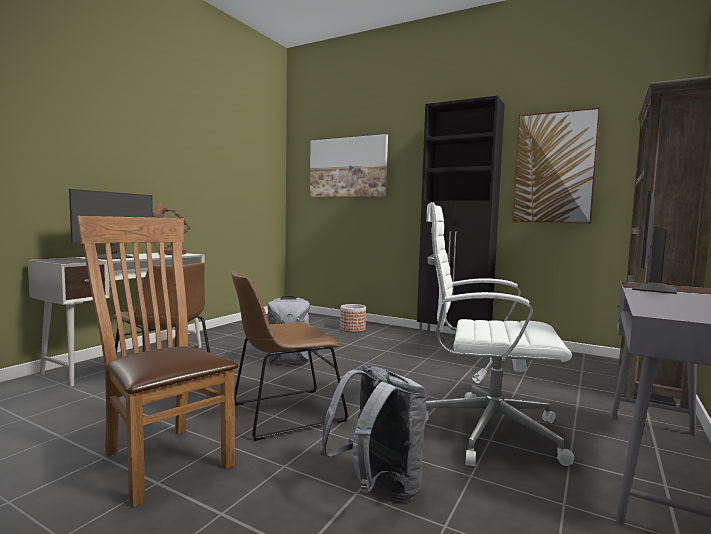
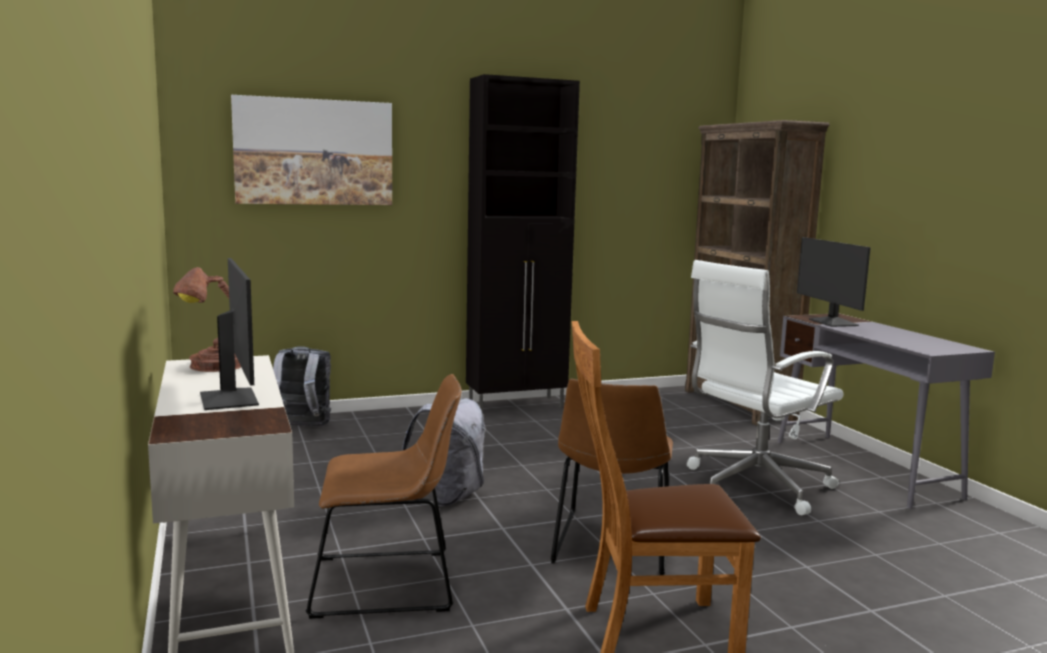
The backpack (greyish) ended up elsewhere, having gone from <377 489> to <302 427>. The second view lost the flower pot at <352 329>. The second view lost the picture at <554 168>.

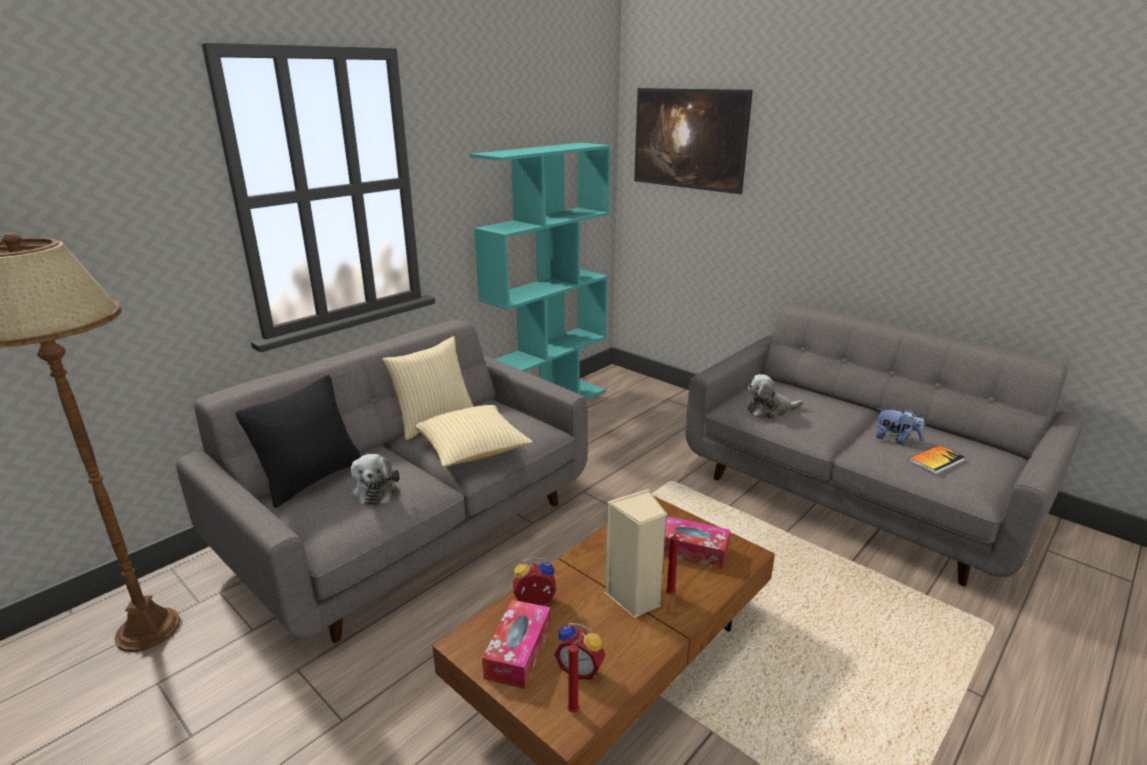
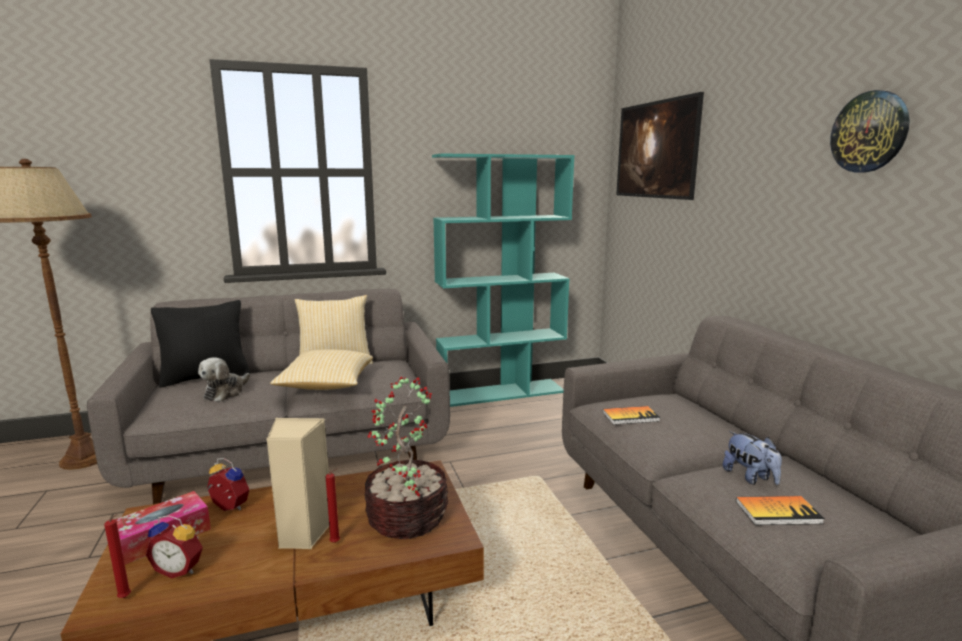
The alarm clock at <581 669> ended up facing another way, 45 degrees counterclockwise from before. Where the box of tissues stood at <692 551>, the plant in a pot came to stand at <407 516>. Where the soft toy stood at <770 410>, the volume came to stand at <630 416>. The second view gained the hanging clock at <869 132>.

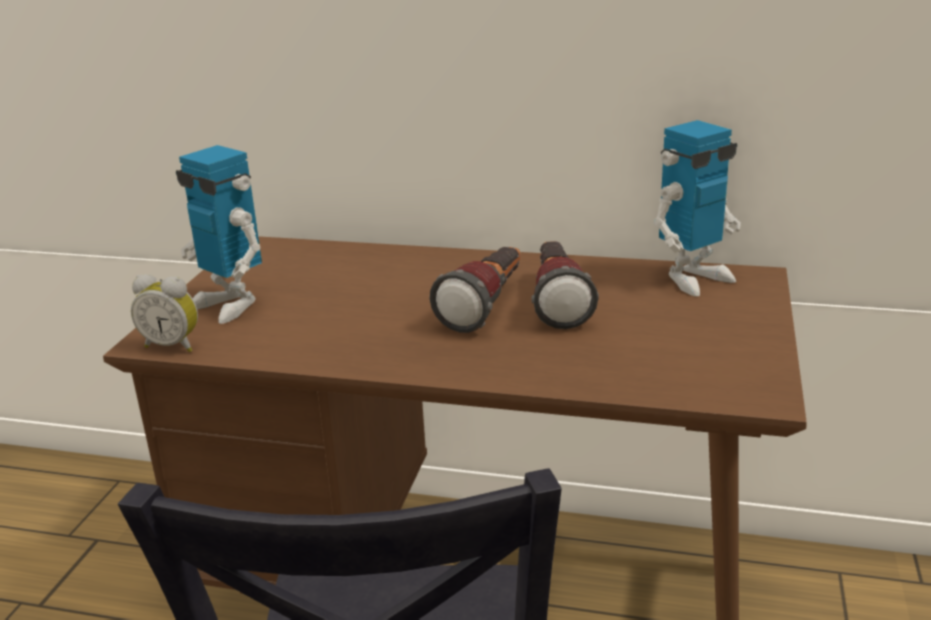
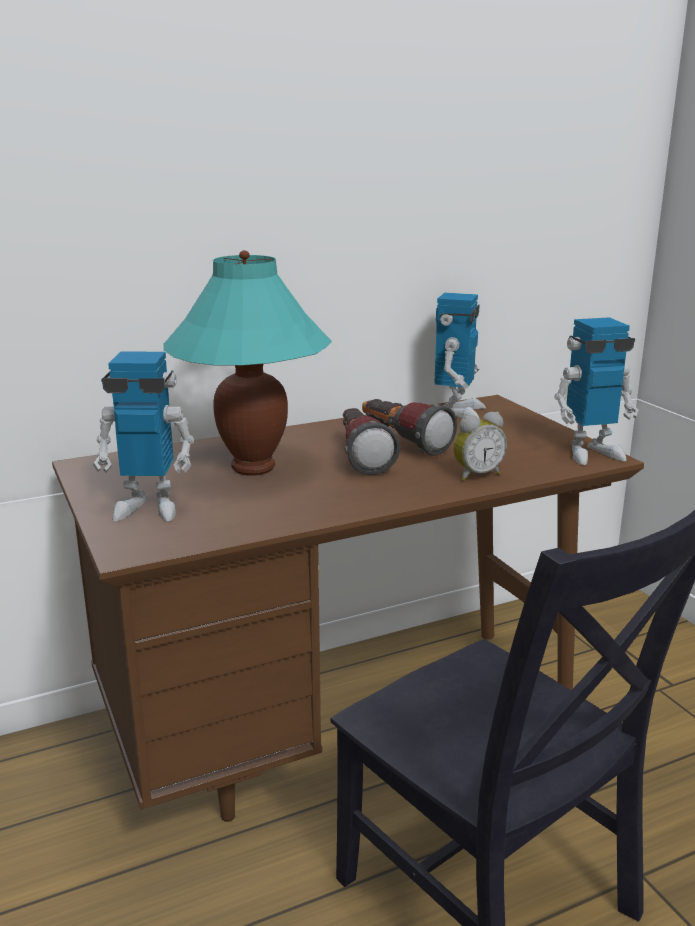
The second view gained the lamp for a table (turquoise) at <252 468>. The alarm clock ended up elsewhere, having gone from <173 345> to <476 475>. The second view gained the model robot at <591 453>.

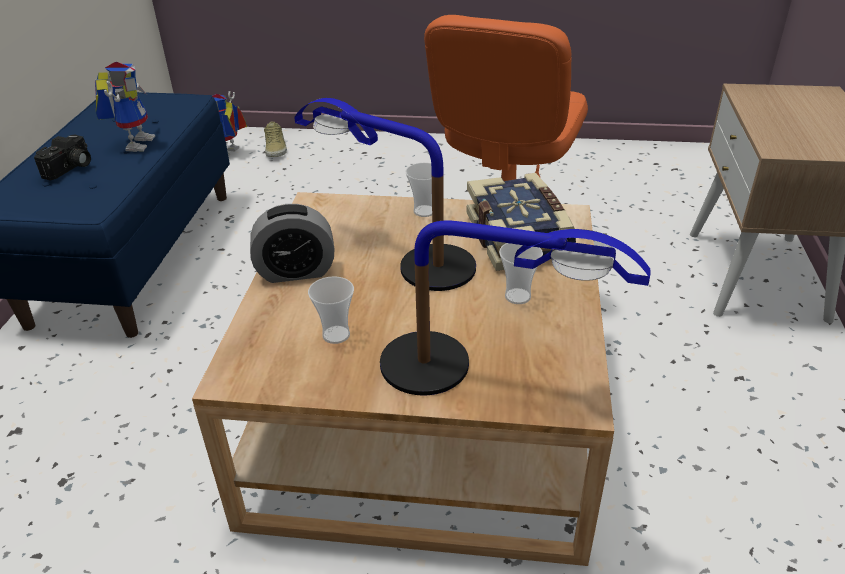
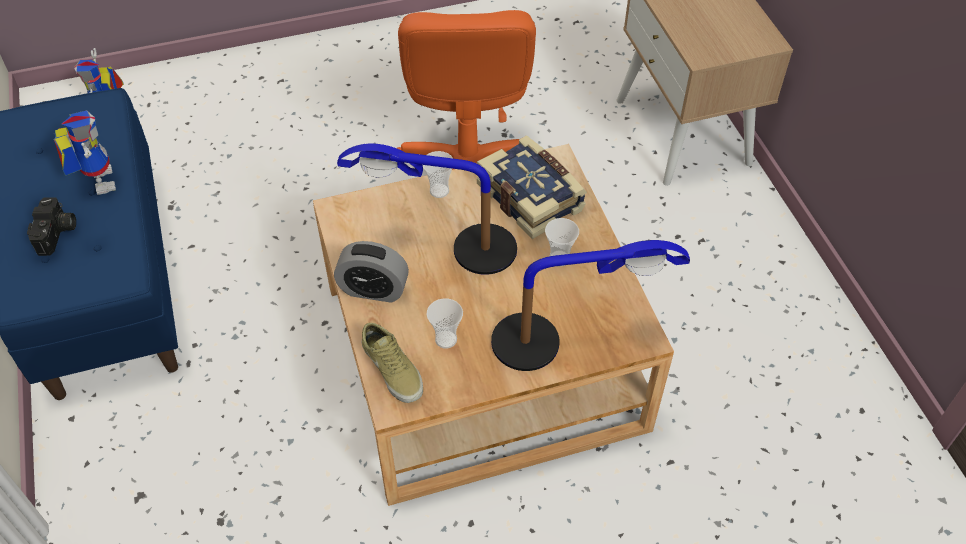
The alarm clock at <296 271> ended up facing another way, 45 degrees clockwise from before. The item of footwear (beige) ended up elsewhere, having gone from <276 148> to <394 369>.

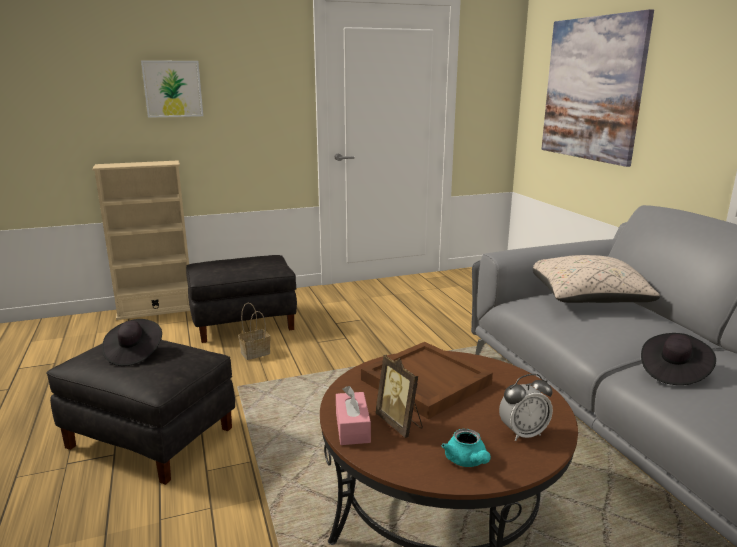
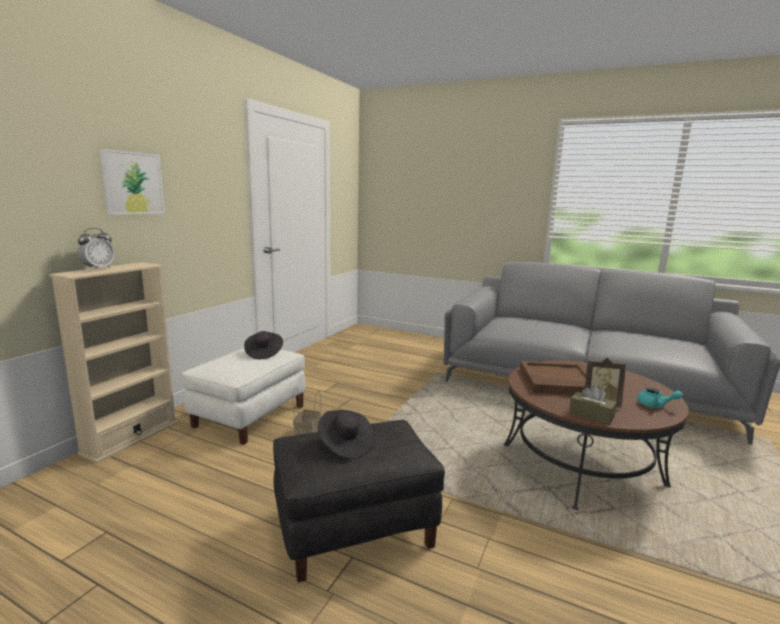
The alarm clock ended up elsewhere, having gone from <523 433> to <98 268>. What was the footrest (black) at <244 322> turned into the footrest (white-coloured) at <249 416>. The clothing hat (black) ended up elsewhere, having gone from <673 372> to <263 353>. What was the box of tissues (pink) at <352 427> turned into the box of tissues (brown-coloured) at <591 415>. The second view lost the throw pillow (beige) at <585 298>. The second view lost the picture at <592 89>.

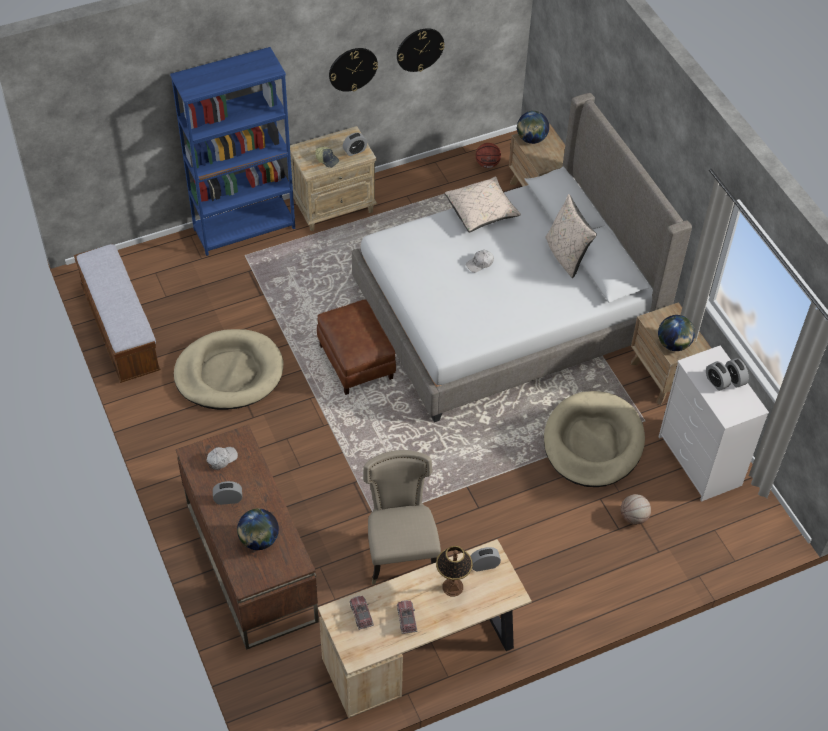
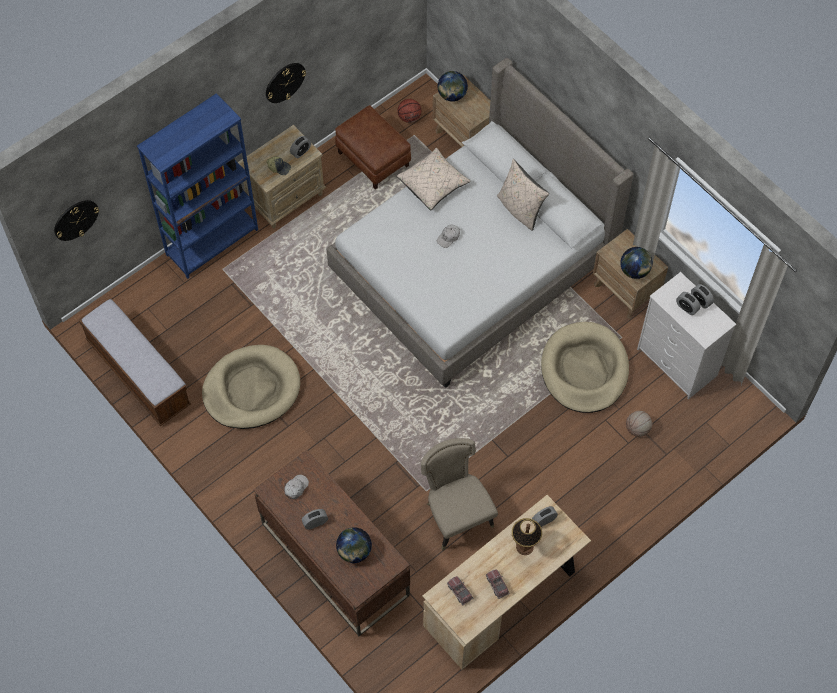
The hanging clock ended up elsewhere, having gone from <420 49> to <75 219>. The footrest (brown-coloured) ended up elsewhere, having gone from <356 362> to <374 159>.

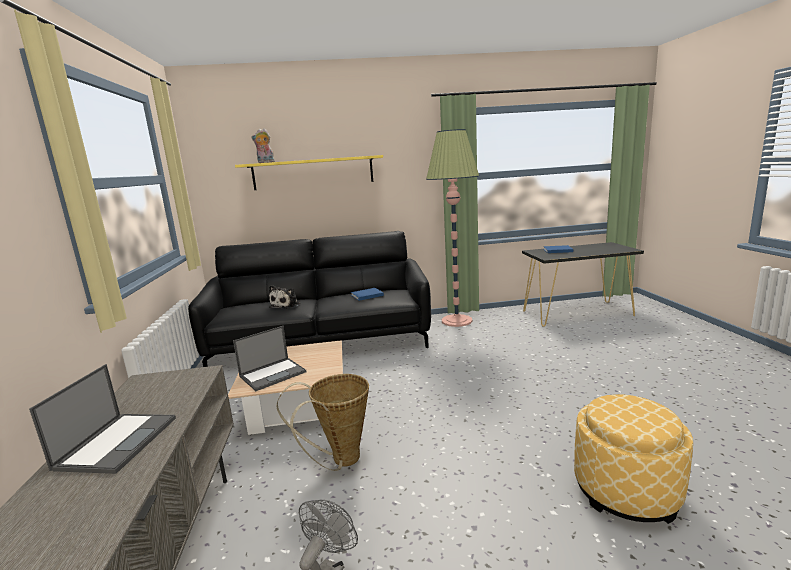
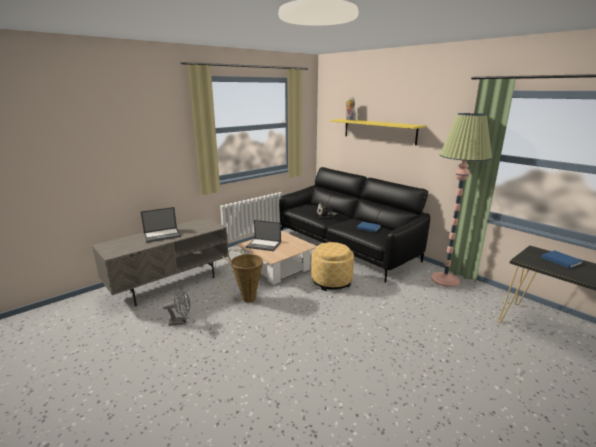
The footrest ended up elsewhere, having gone from <626 490> to <331 281>.

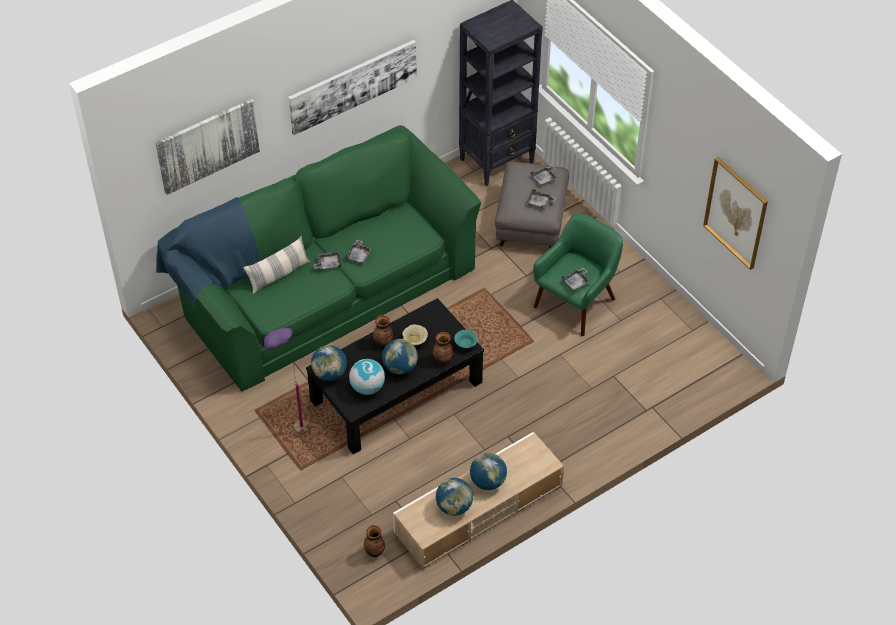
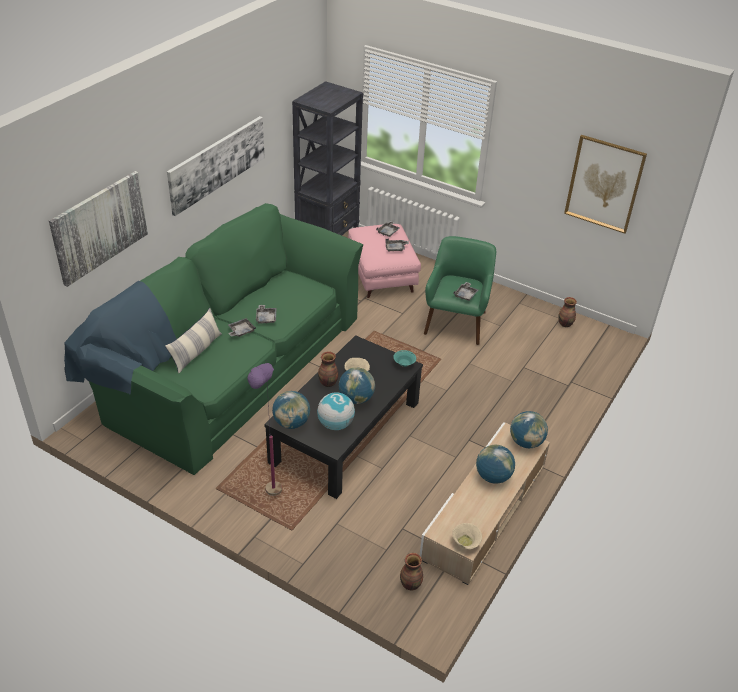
What was the footrest (greyish) at <530 222> turned into the footrest (pink) at <381 276>. The second view gained the serving bowl (beige) at <466 543>. The desk globe ended up elsewhere, having gone from <454 507> to <526 442>. The flower vase ended up elsewhere, having gone from <443 360> to <565 324>.

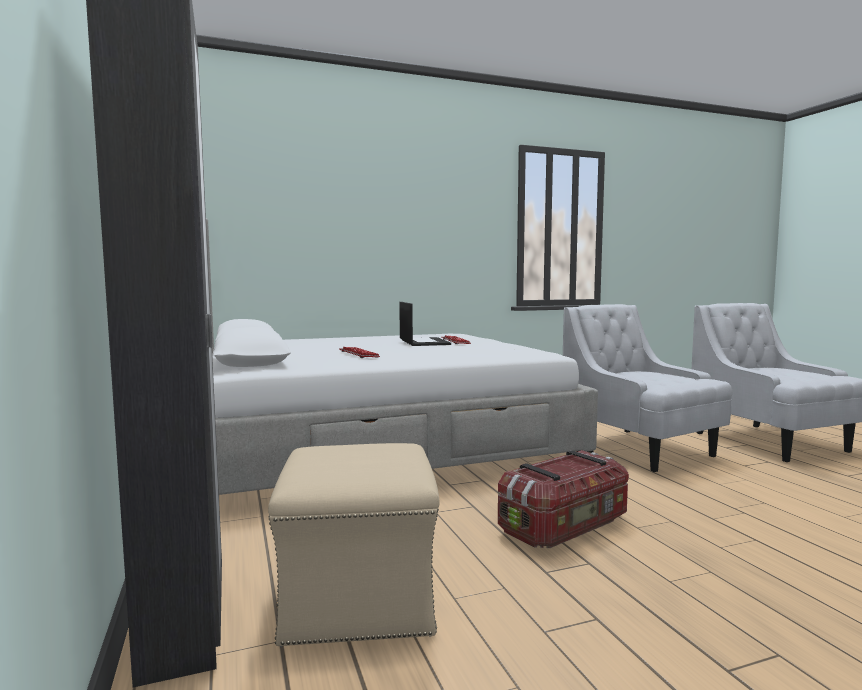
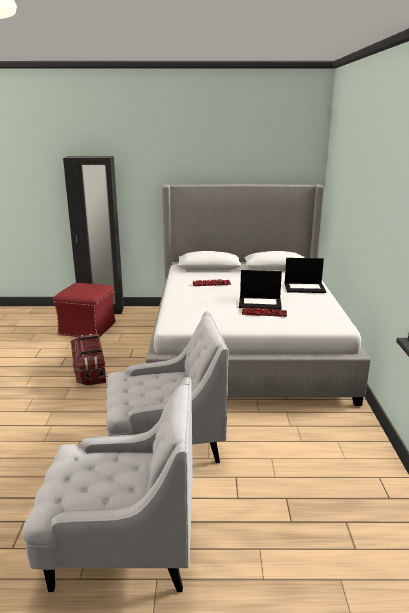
What was the footrest (beige) at <358 597> turned into the footrest (red) at <88 329>. The second view gained the laptop at <305 288>.

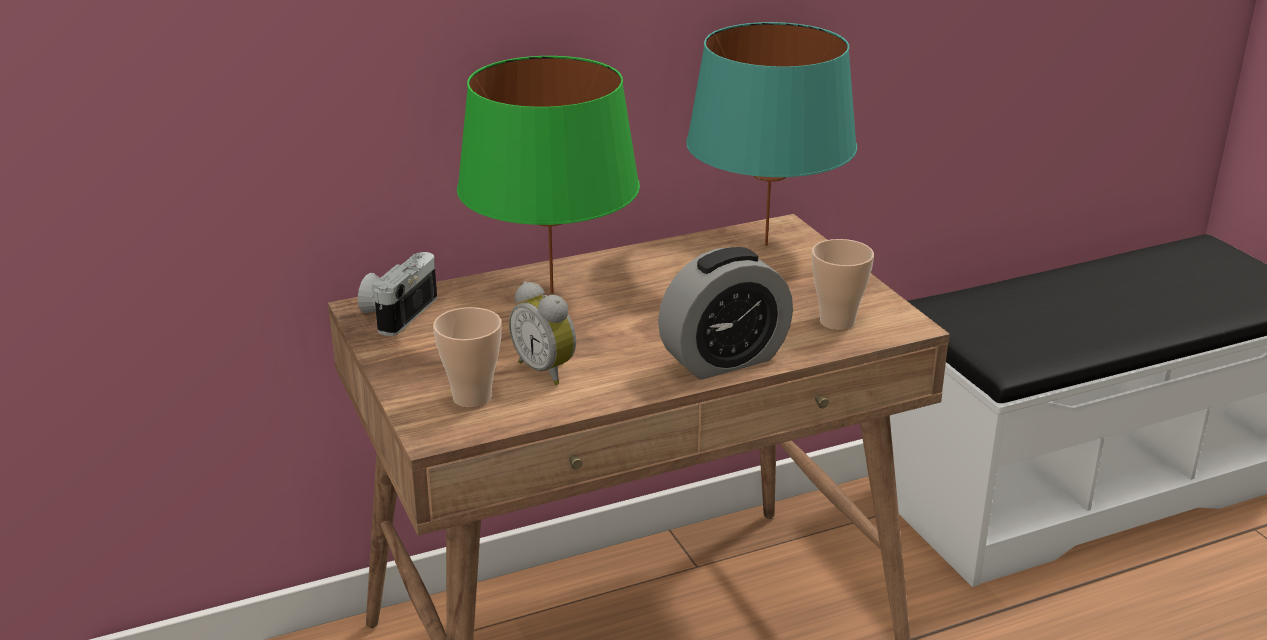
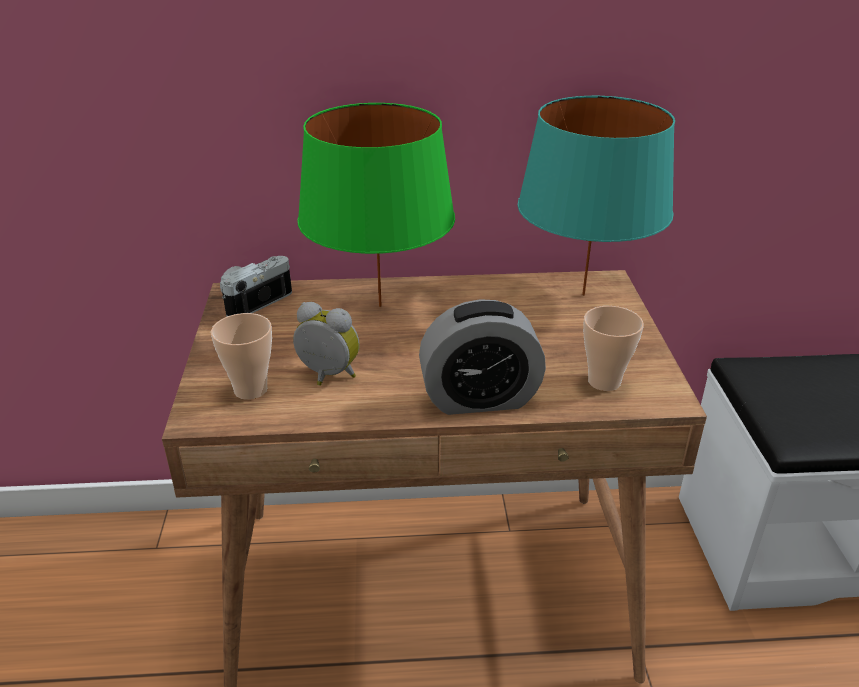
The alarm clock at <547 370> ended up facing another way, 135 degrees clockwise from before.

